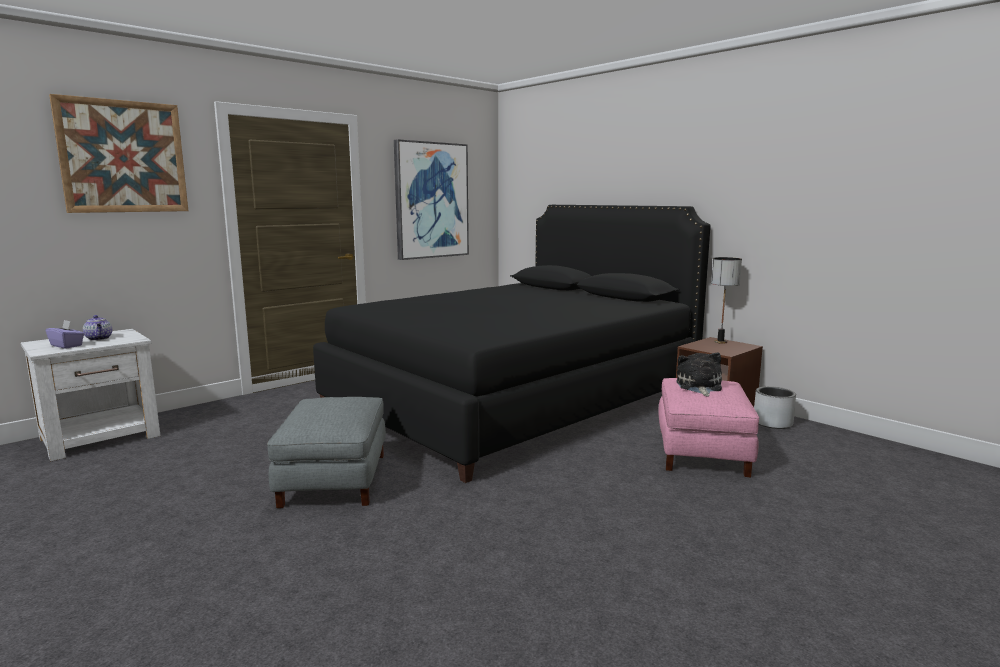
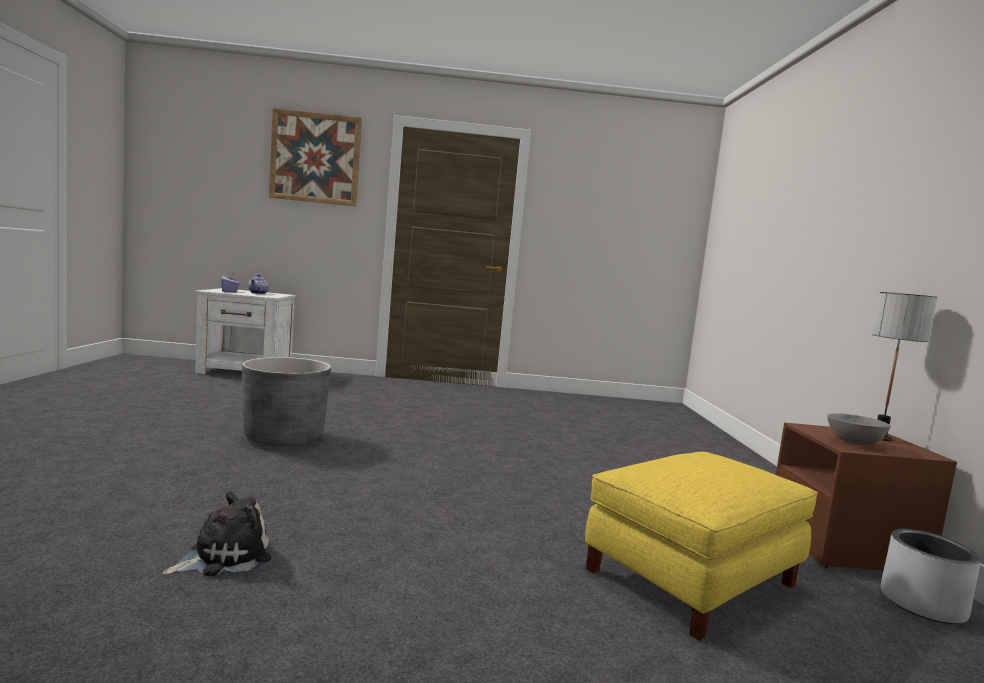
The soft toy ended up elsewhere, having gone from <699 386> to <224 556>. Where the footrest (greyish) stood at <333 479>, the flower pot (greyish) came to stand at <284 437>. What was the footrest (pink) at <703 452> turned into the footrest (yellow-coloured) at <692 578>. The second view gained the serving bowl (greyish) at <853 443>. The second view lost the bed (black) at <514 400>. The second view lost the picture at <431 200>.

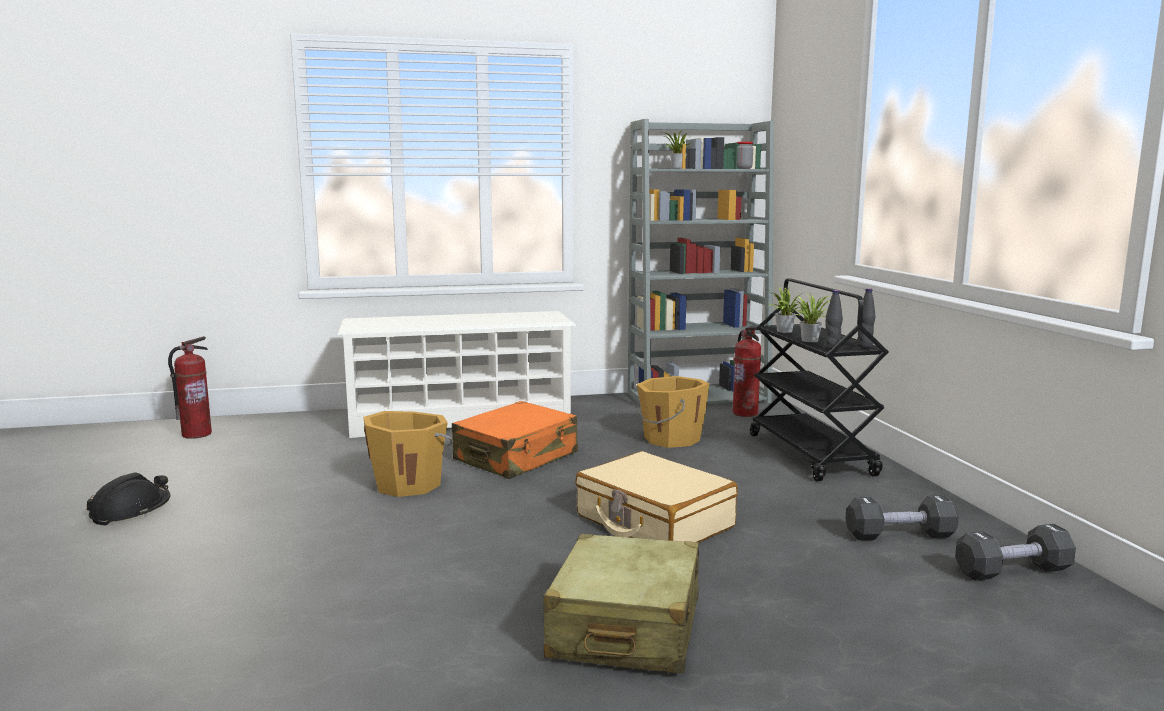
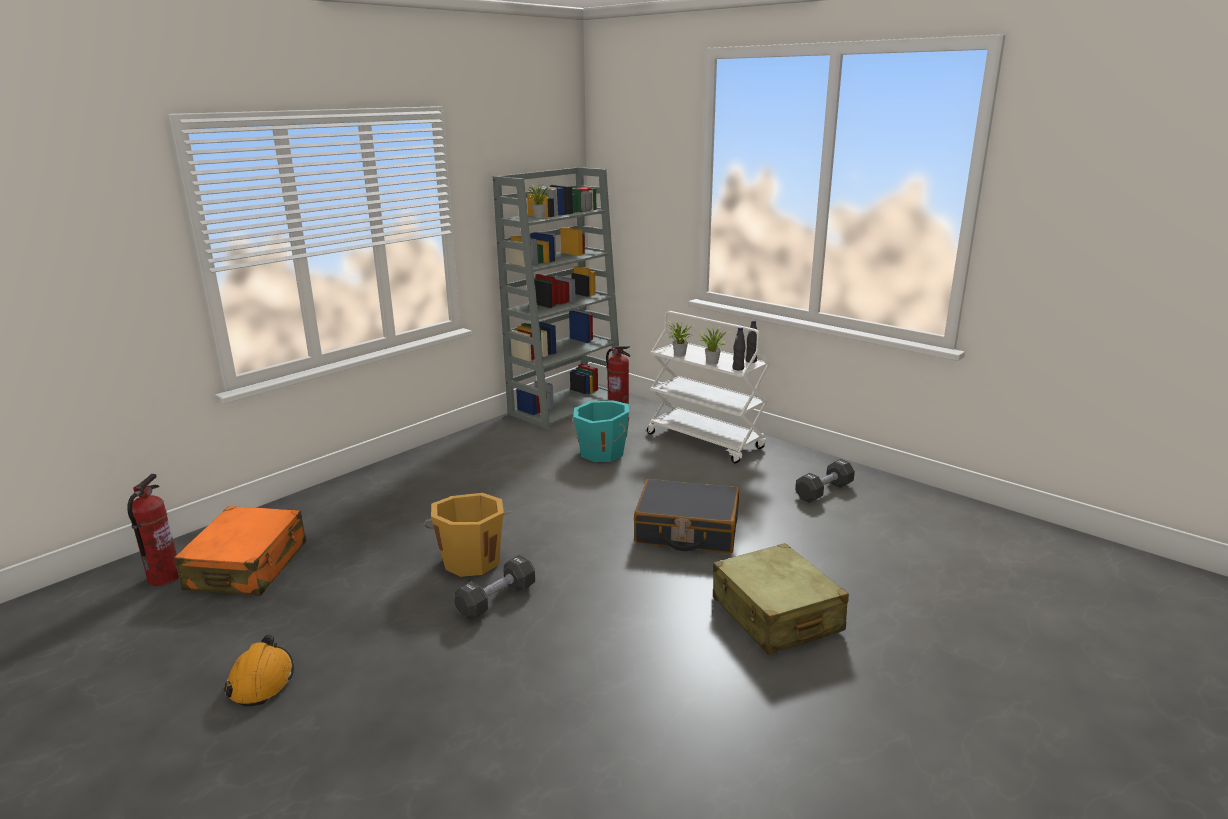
The piece of luggage (orangey) ended up elsewhere, having gone from <516 457> to <248 566>. What was the safety helmet (black) at <131 511> turned into the safety helmet (orangey) at <262 680>. The dumbbell (black) ended up elsewhere, having gone from <1012 571> to <496 600>. What was the bucket (orangey) at <670 439> turned into the bucket (turquoise) at <601 453>. What was the piece of luggage (beige) at <653 521> turned into the piece of luggage (black) at <687 530>. What was the trolley (black) at <811 455> turned into the trolley (white-coloured) at <706 441>. The second view lost the shoe shelf (white-coloured) at <460 420>.

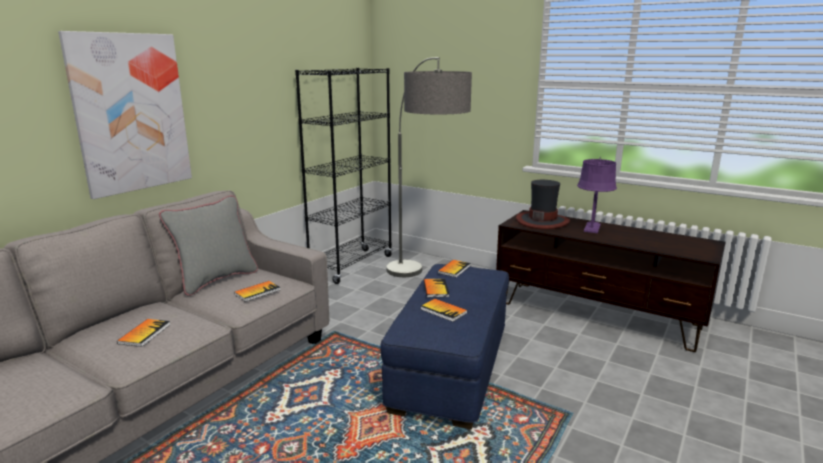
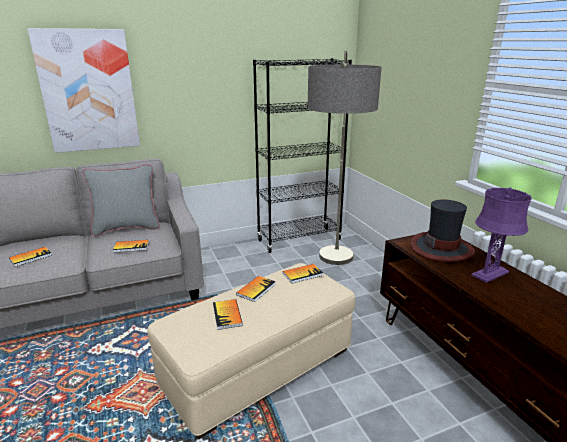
What was the footrest (blue) at <450 368> turned into the footrest (beige) at <258 368>.

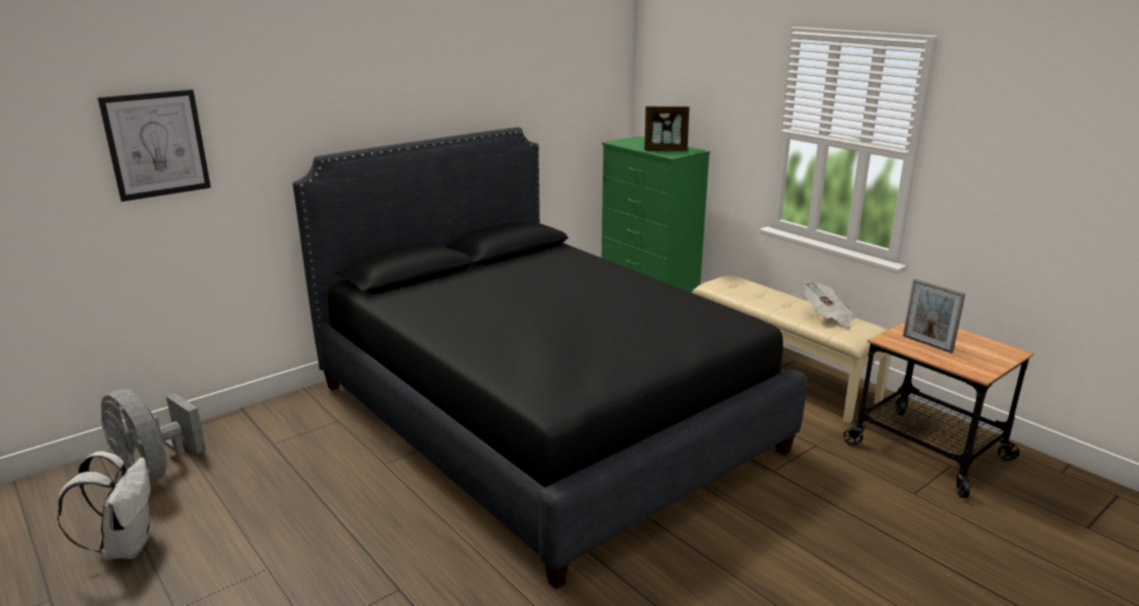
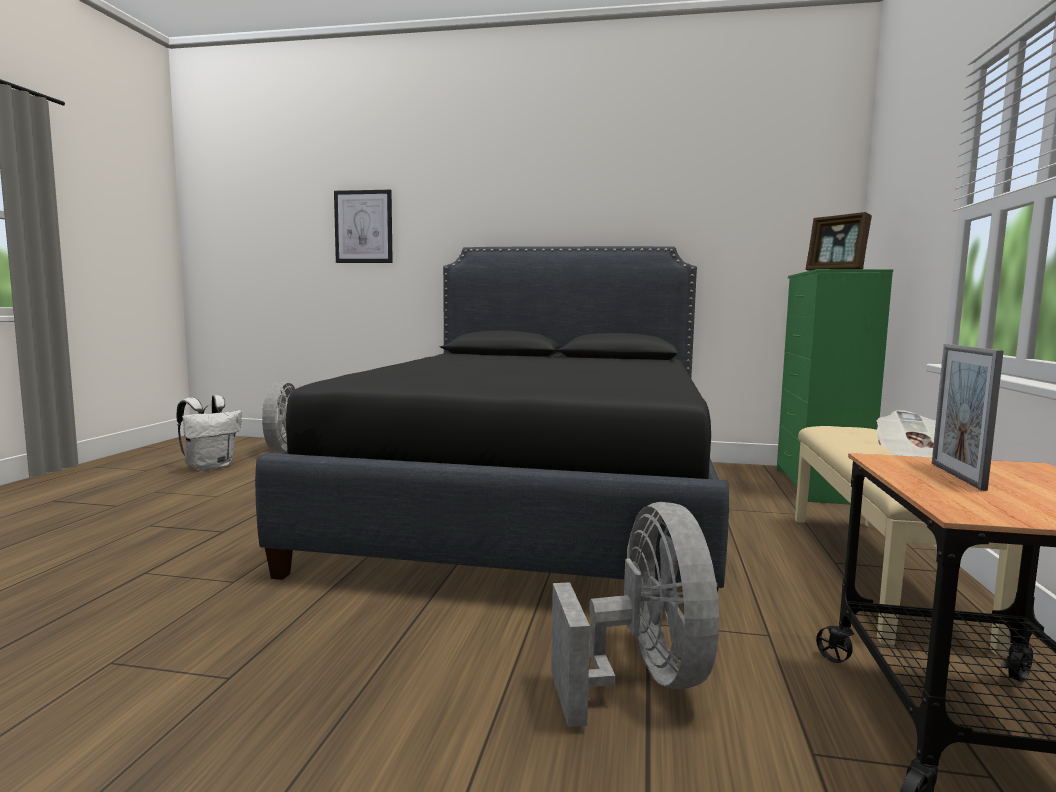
The second view gained the fan (greyish) at <643 680>.

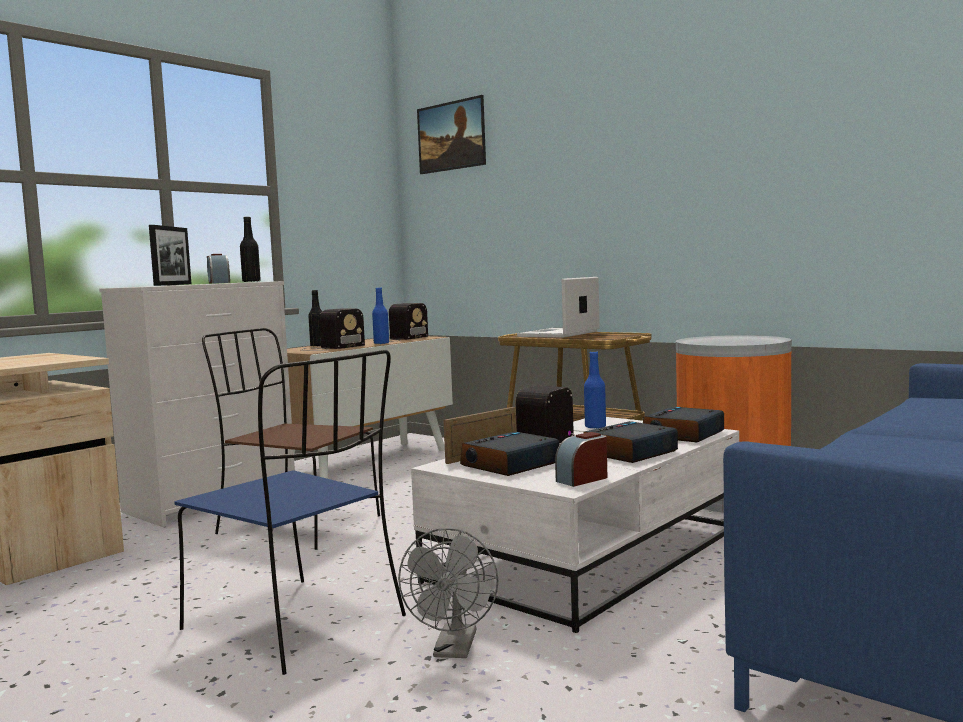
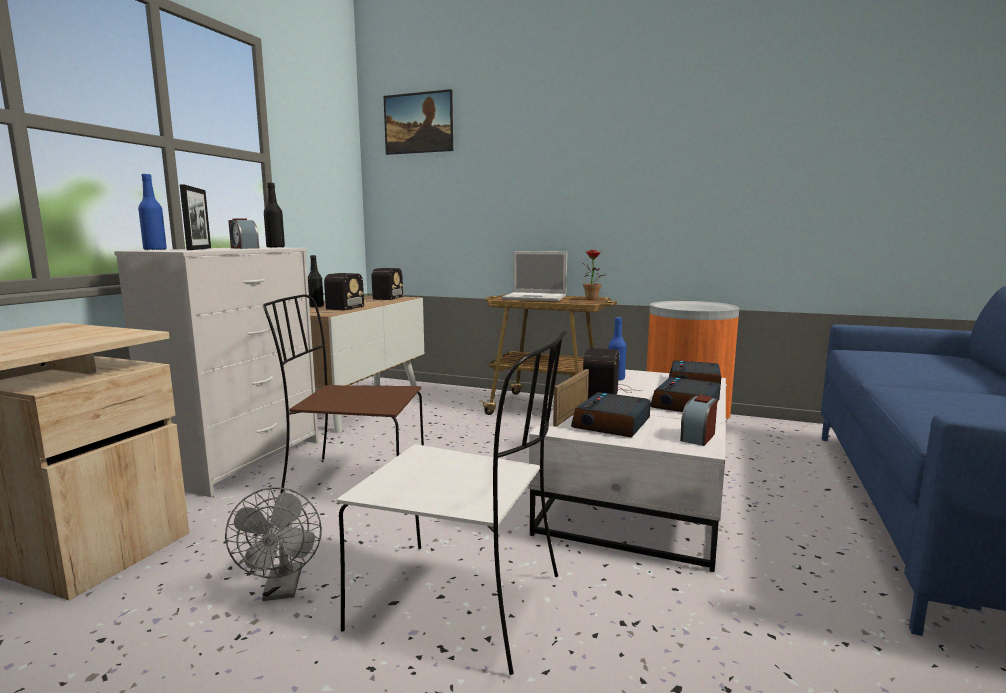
The beverage bottle (blue) ended up elsewhere, having gone from <381 343> to <155 250>. The fan (greyish) ended up elsewhere, having gone from <454 650> to <282 590>. What was the upright chair (blue) at <298 625> turned into the upright chair (white-coloured) at <463 603>. The laptop at <558 334> ended up facing another way, 90 degrees counterclockwise from before. The second view gained the plant in a pot at <592 300>.

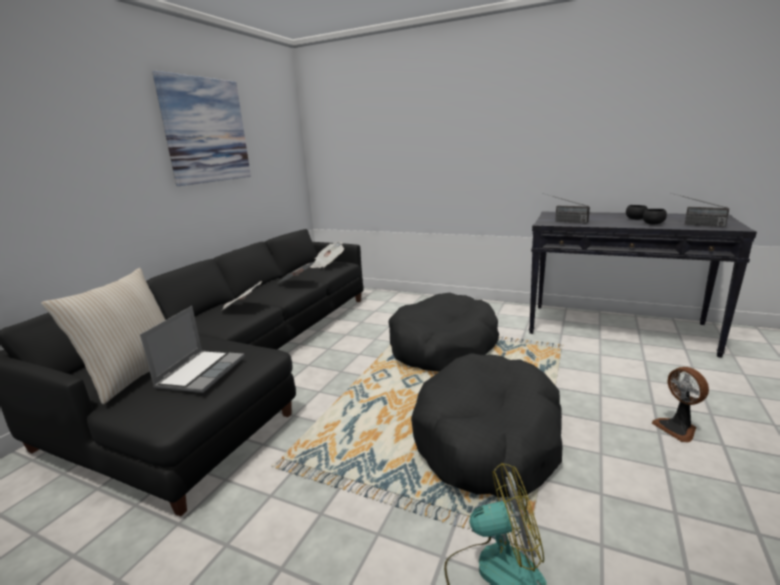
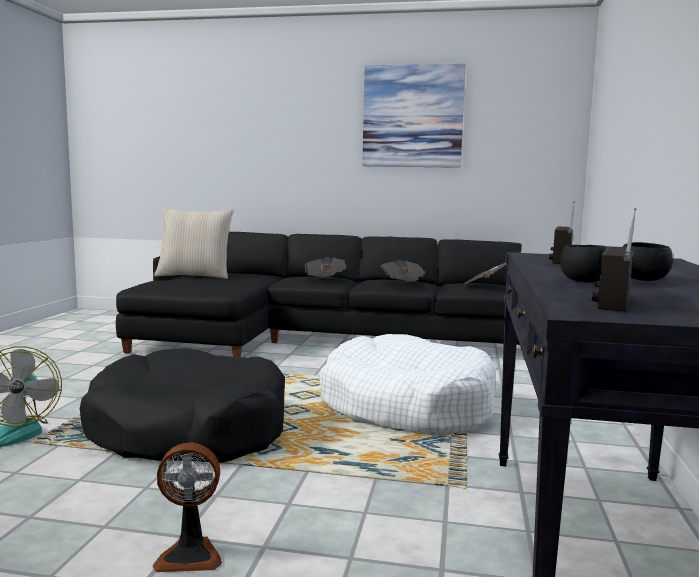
The fan at <677 428> ended up facing another way, 150 degrees counterclockwise from before. What was the pet bed (black) at <443 346> turned into the pet bed (white-coloured) at <406 406>. The second view lost the laptop at <201 372>.

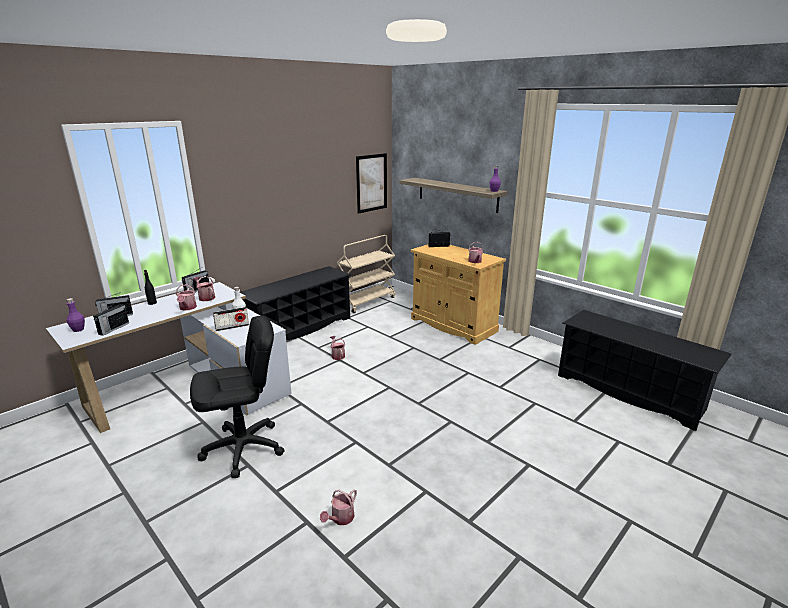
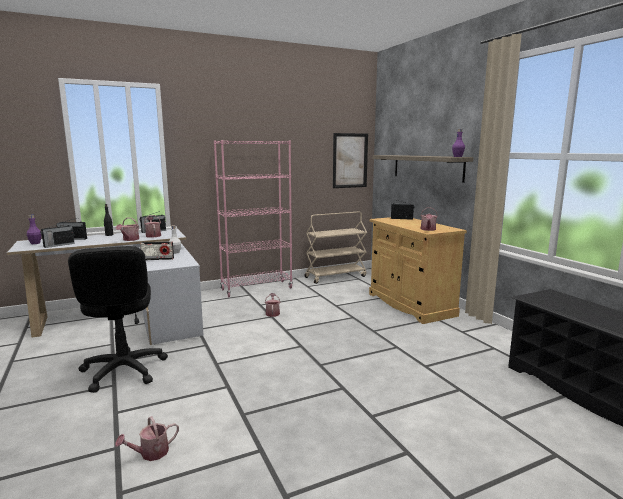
The office chair (black) at <243 448> ended up facing another way, 75 degrees clockwise from before. Where the shoe shelf (black) stood at <300 328>, the bookshelf (pink) came to stand at <257 289>.

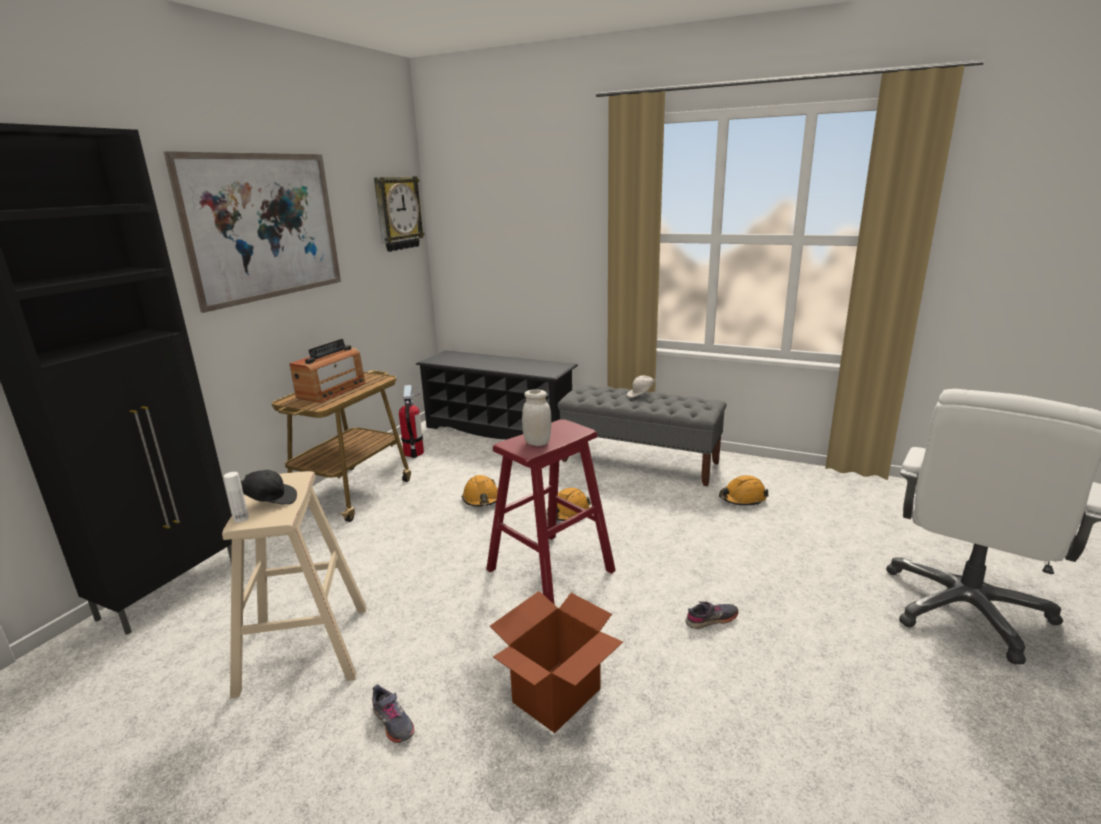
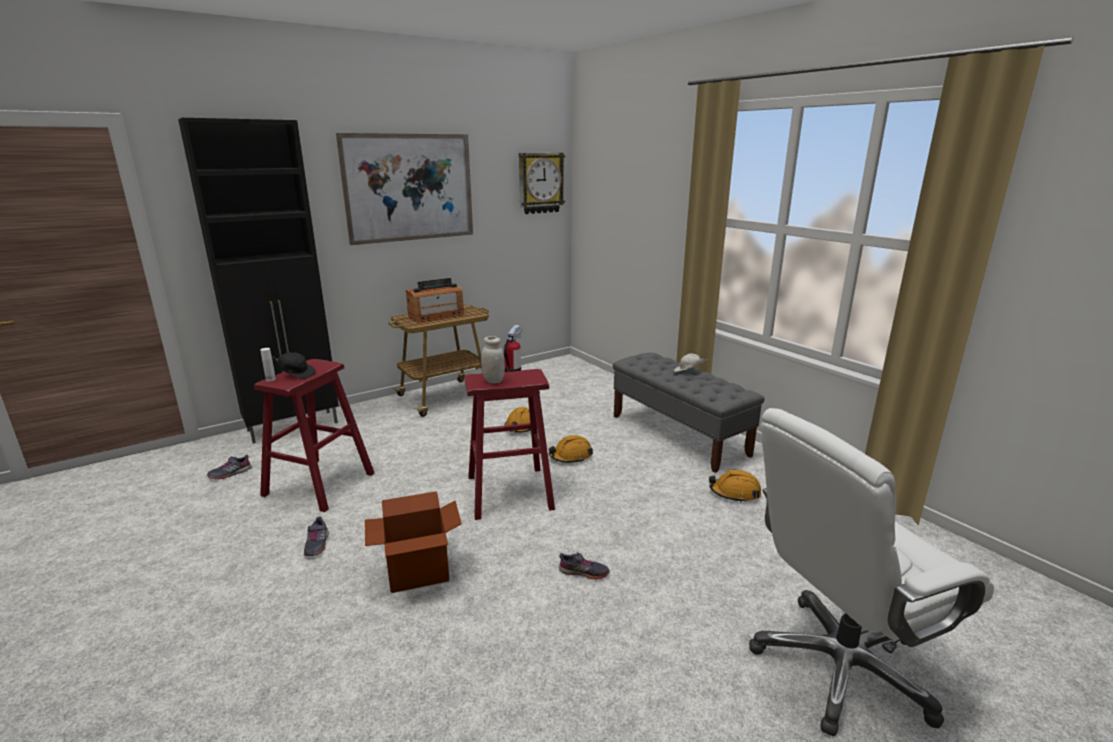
The second view gained the item of footwear (greyish) at <230 473>. What was the stool (beige) at <304 648> turned into the stool (red) at <319 484>. The second view lost the shoe shelf (black) at <499 429>.

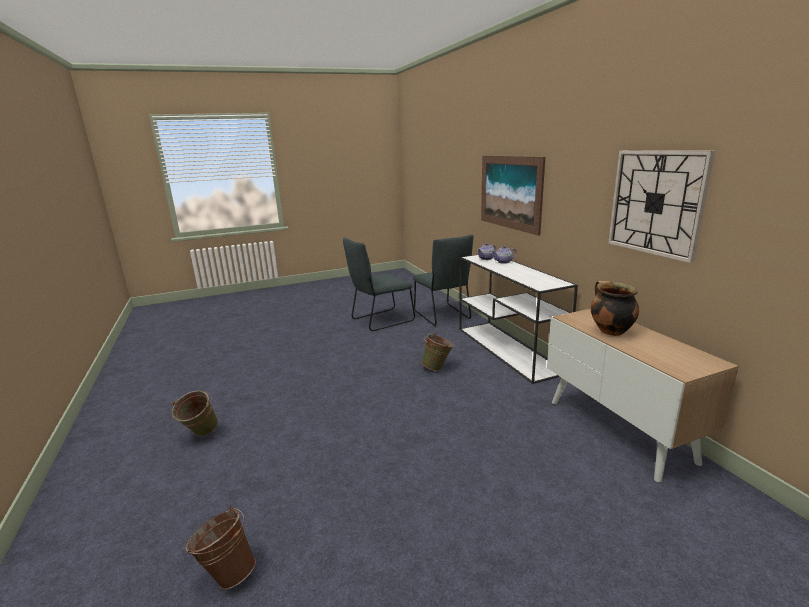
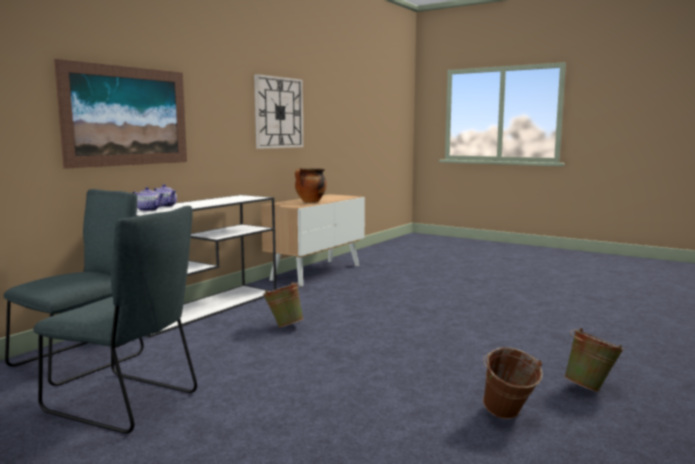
The bucket (brown-coloured) ended up elsewhere, having gone from <227 573> to <508 417>.

